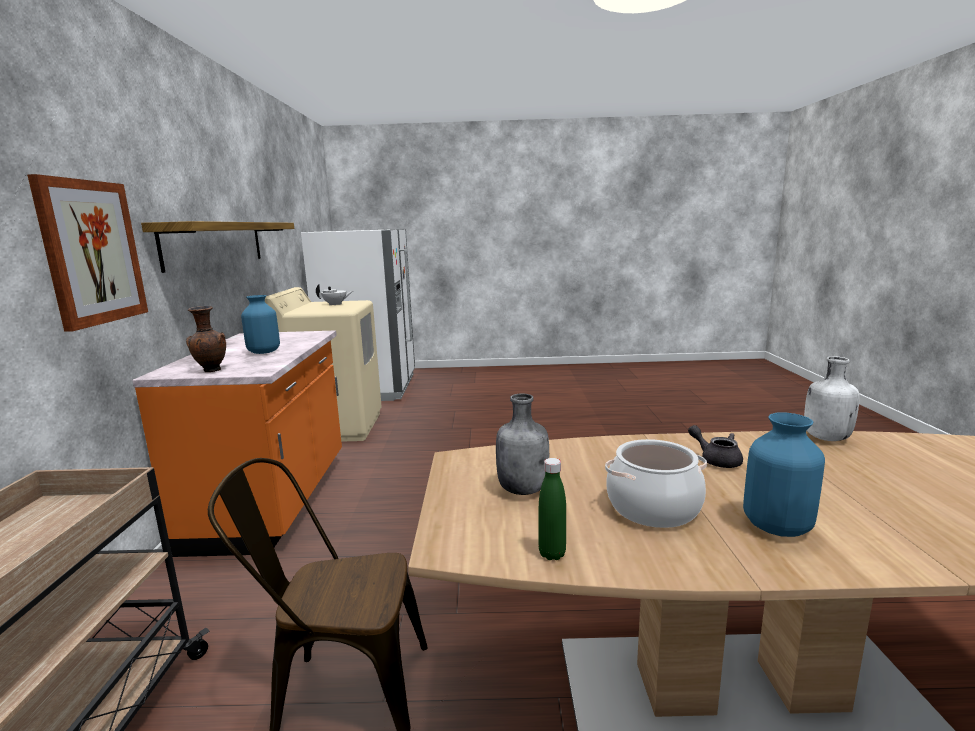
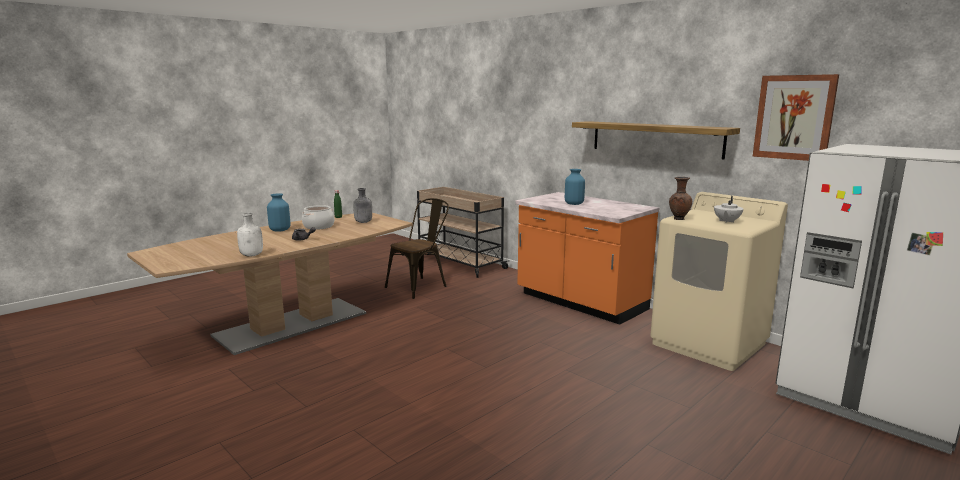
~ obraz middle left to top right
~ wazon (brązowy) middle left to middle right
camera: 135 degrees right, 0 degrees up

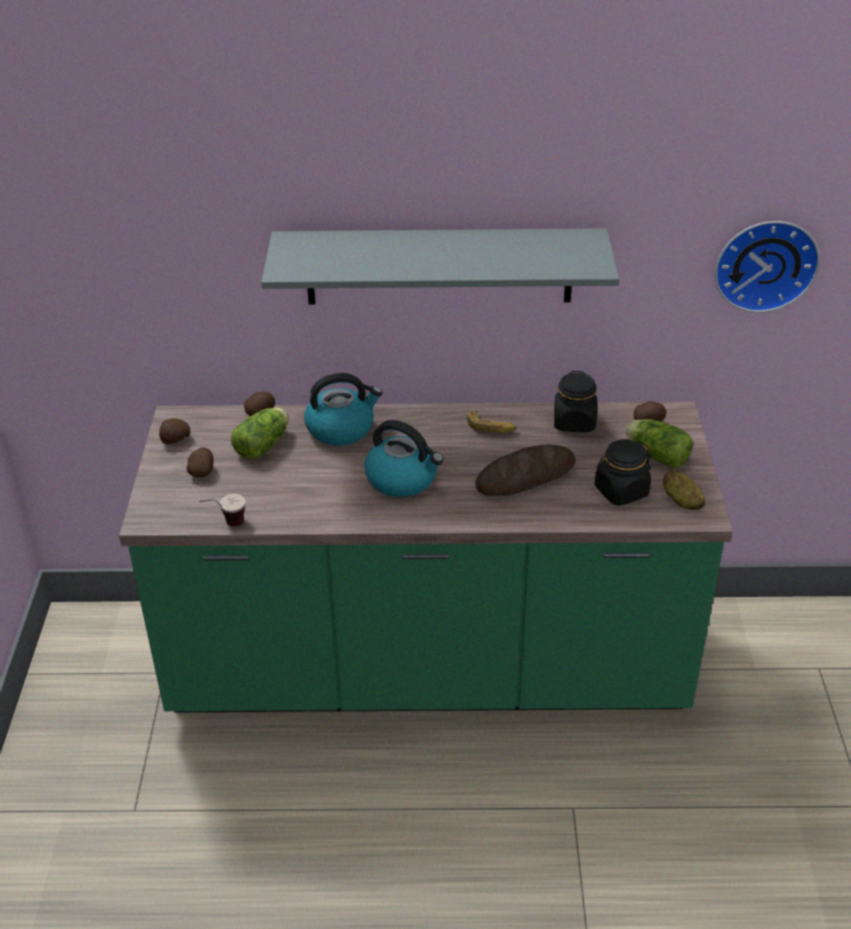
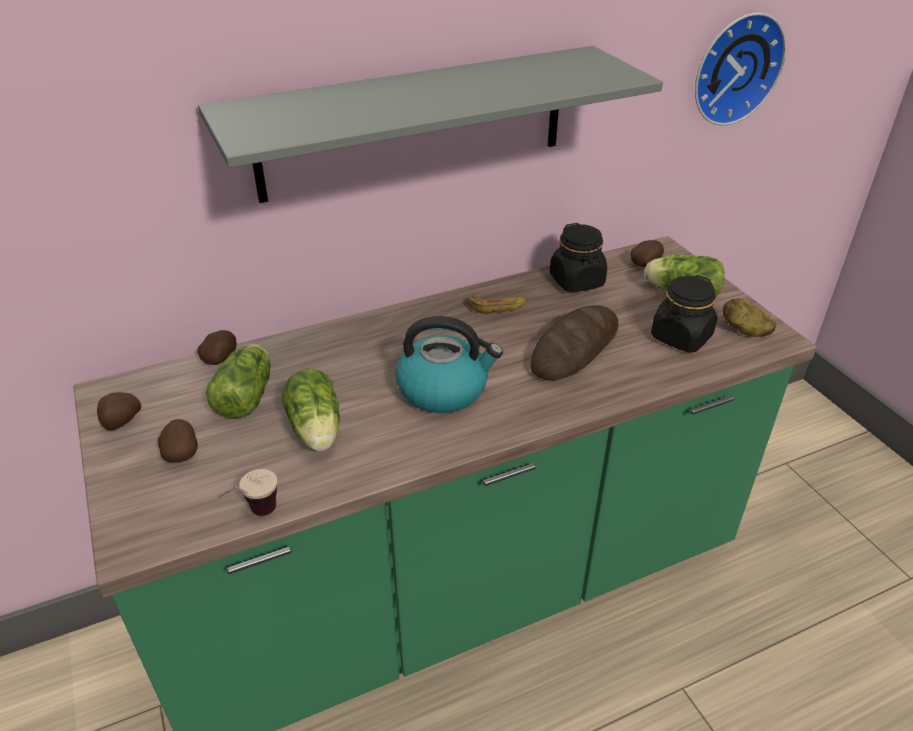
- czajnik (no. 1 from left) centre
+ sałata (no. 2 from left) centre
camera: 25 degrees left, 0 degrees up

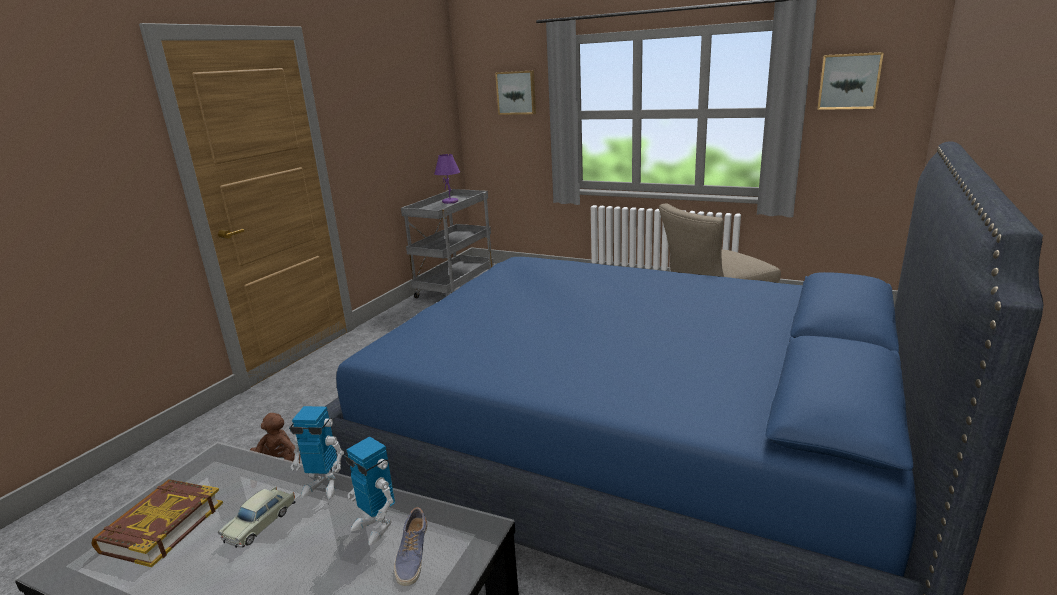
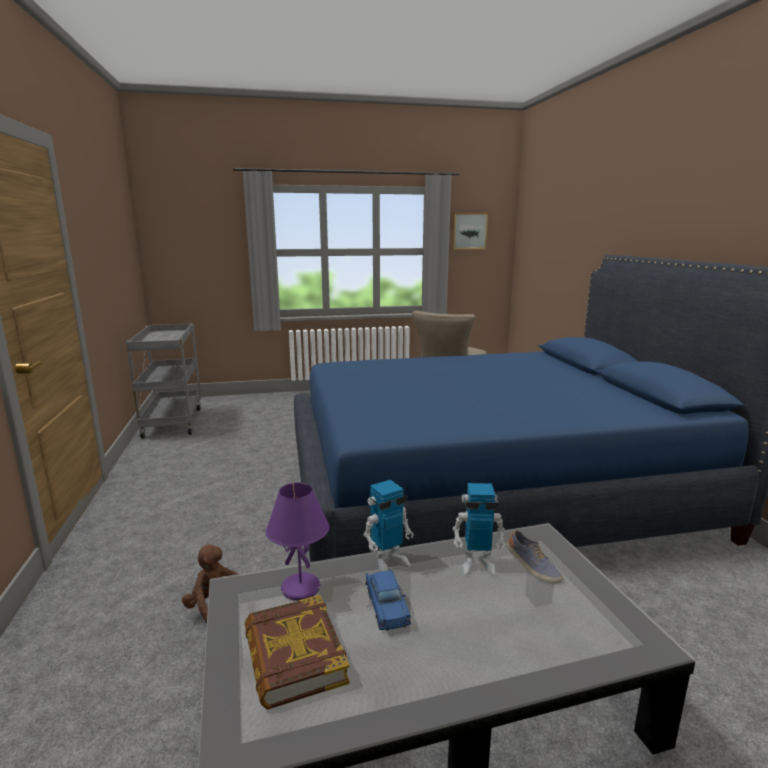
~ samochodzik (beżowy) bottom left to samochodzik (niebieski) bottom centre
~ lampa stołowa (fioletowy) top centre to bottom centre
- obraz (no. 1 from left) top centre
camera: 40 degrees left, 5 degrees down

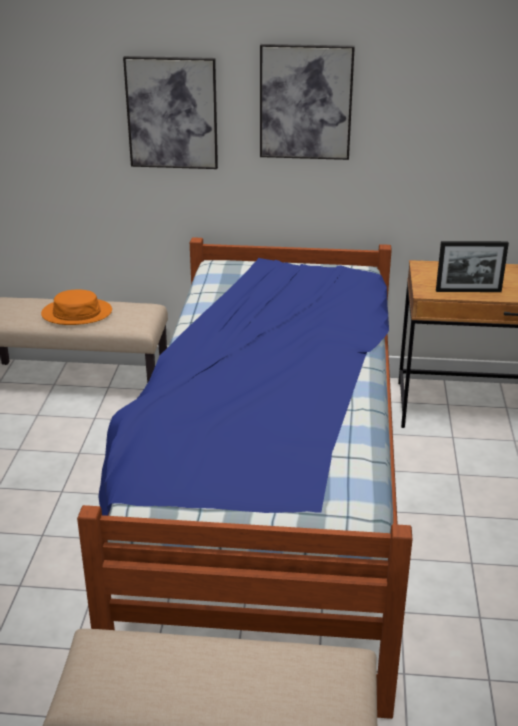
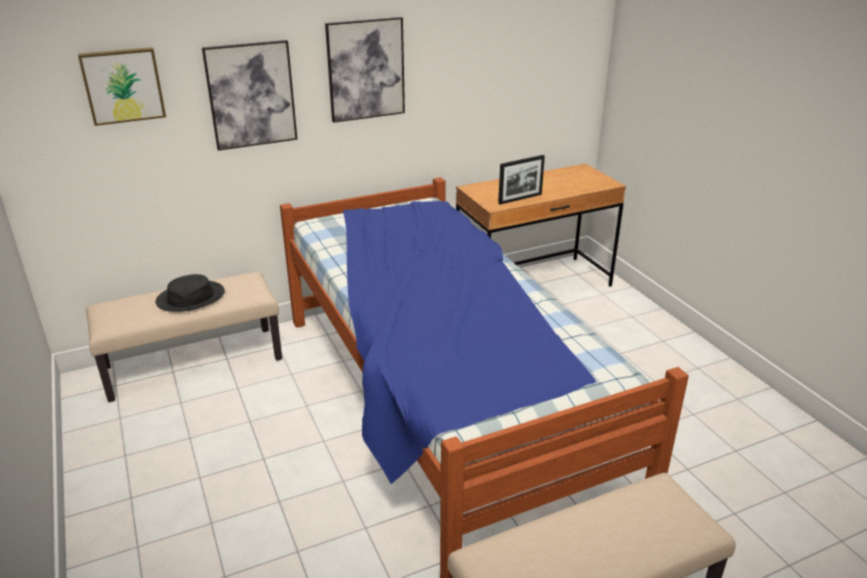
~ kapelusz (pomarańczowy) middle left to kapelusz (czarny) middle left
+ obraz (no. 1 from left) top left
camera: 30 degrees left, 0 degrees up

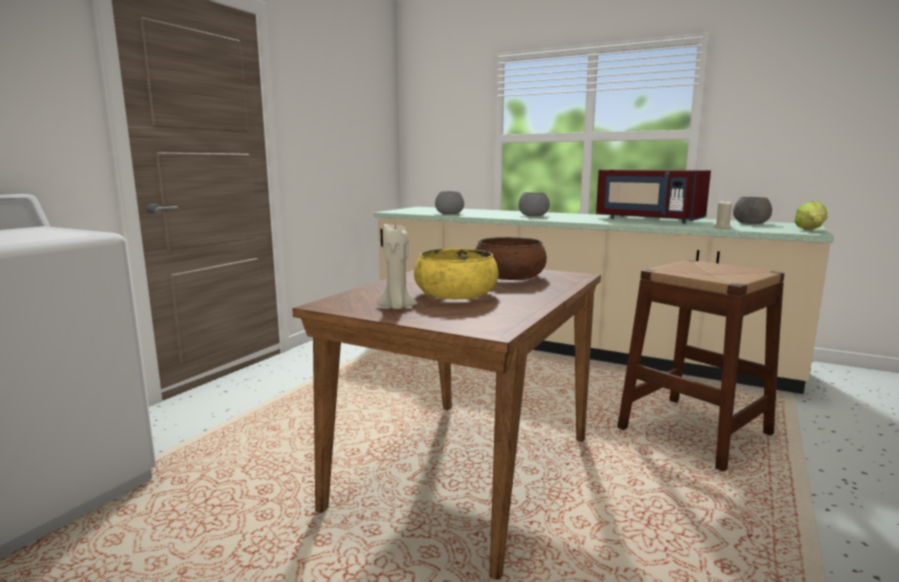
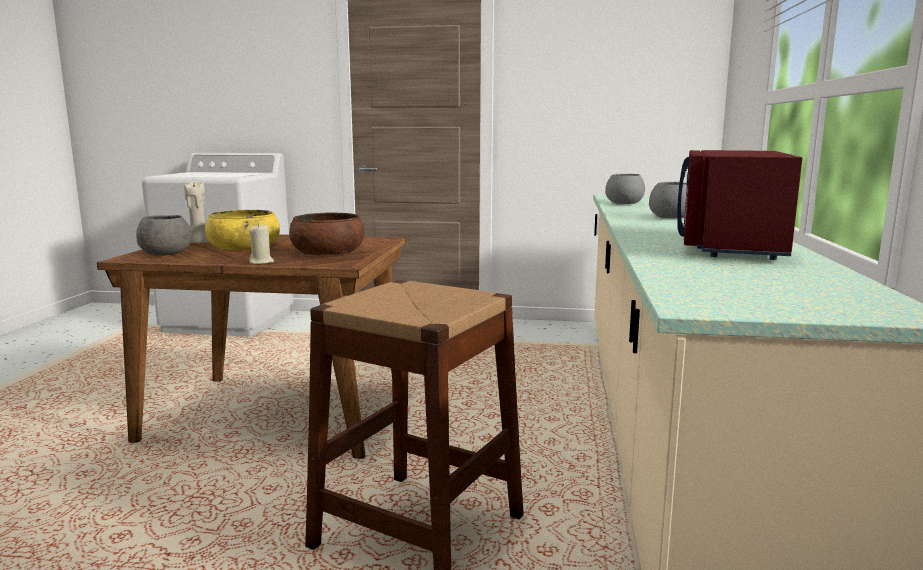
~ świeca (beżowy) (no. 2 from left) middle right to middle left
~ miska (szary) (no. 3 from left in the first image) middle right to miska (szary) (no. 1 from left) middle left
- sałata middle right
camera: 70 degrees right, 0 degrees up

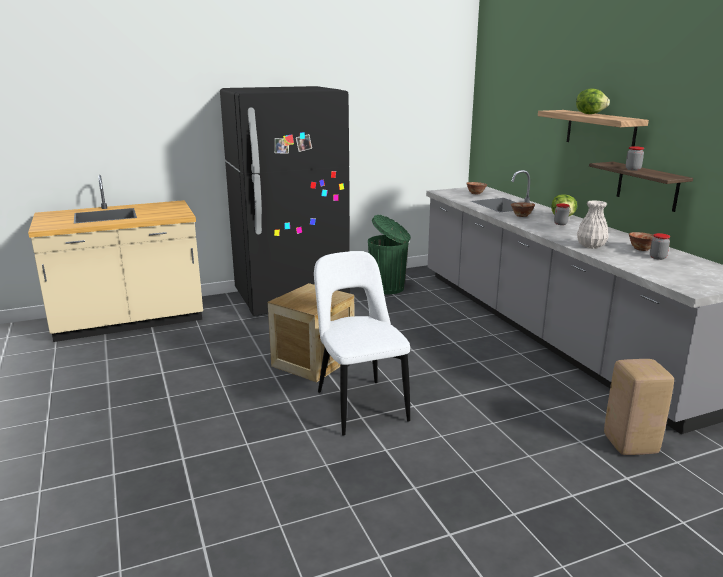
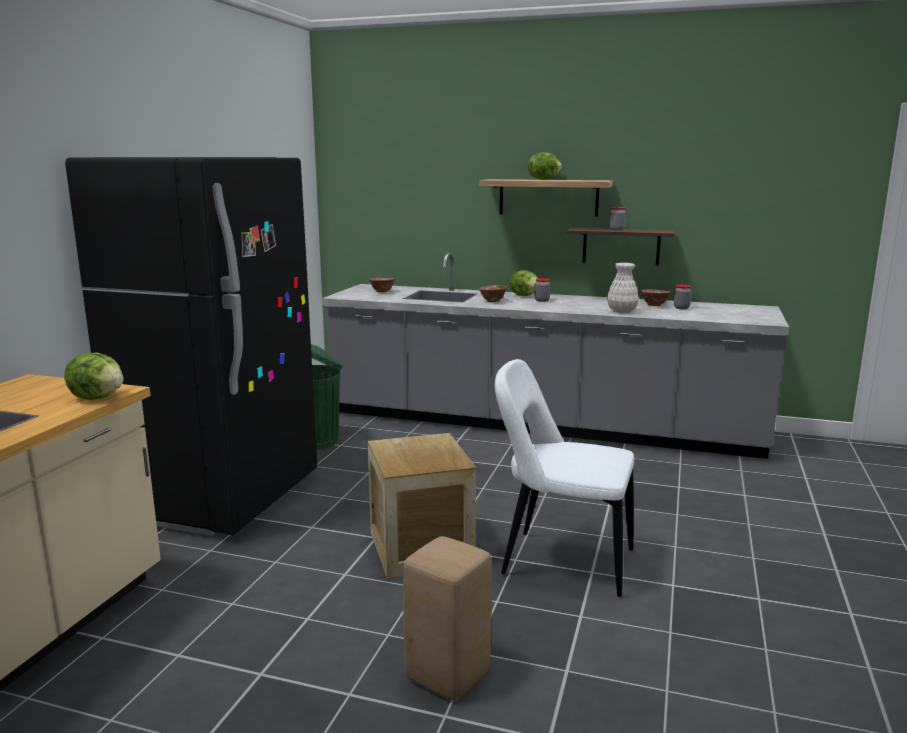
~ stołek (beżowy) bottom right to bottom centre
+ sałata (no. 1 from left) middle left
camera: 50 degrees left, 5 degrees down

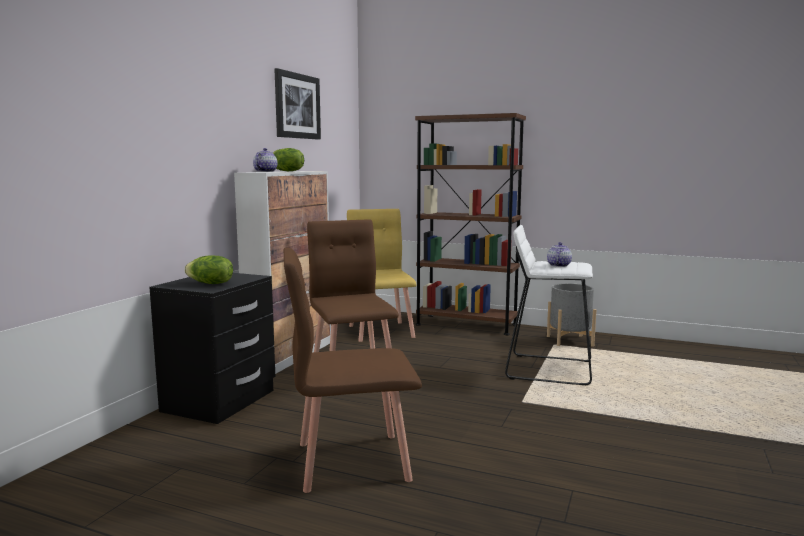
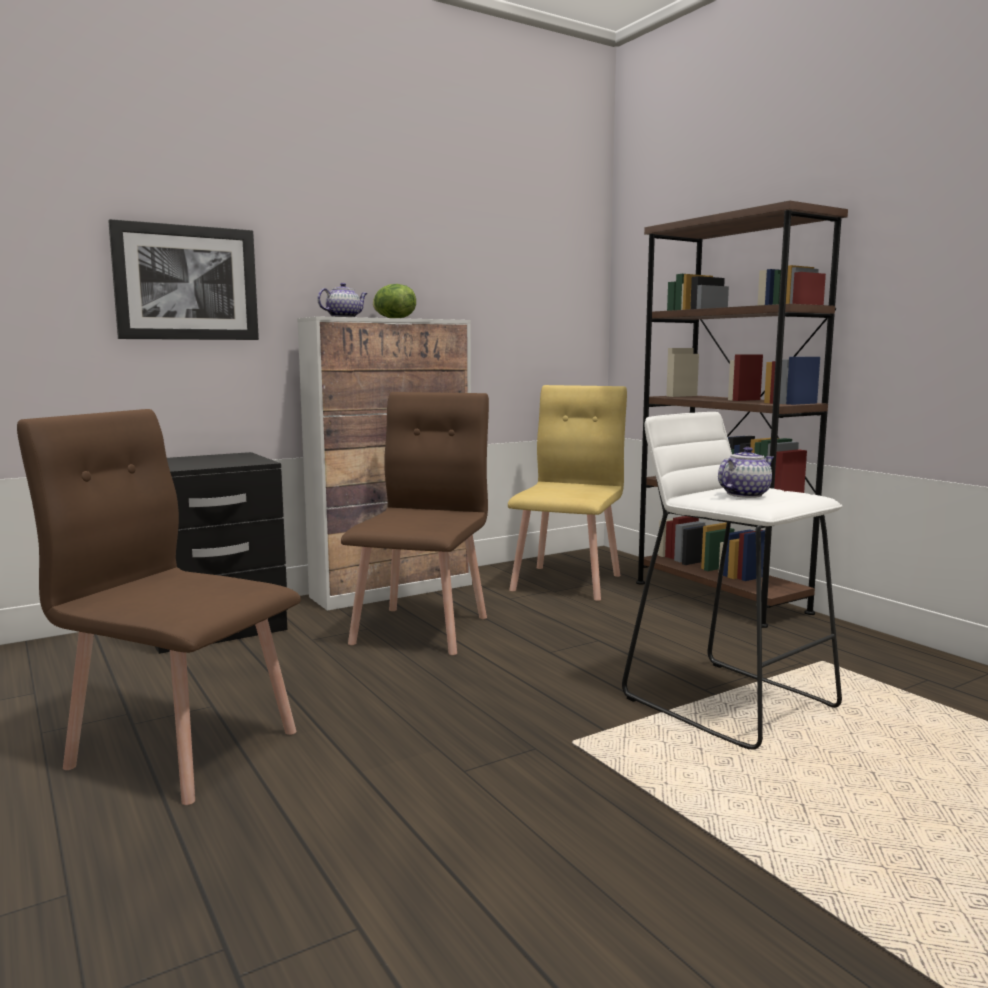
- sałata (no. 1 from left) middle left
~ obraz top centre to top left
- donica (szary) middle right
camera: 35 degrees right, 0 degrees up

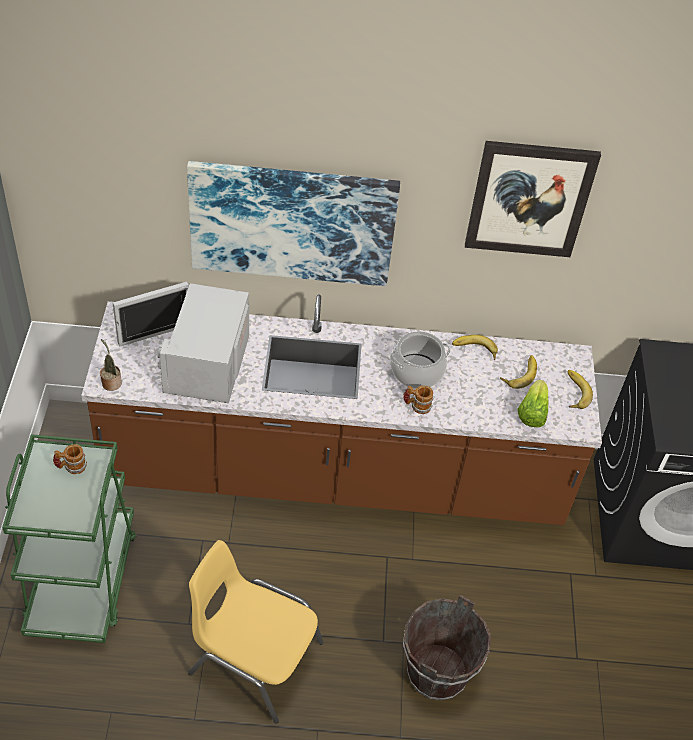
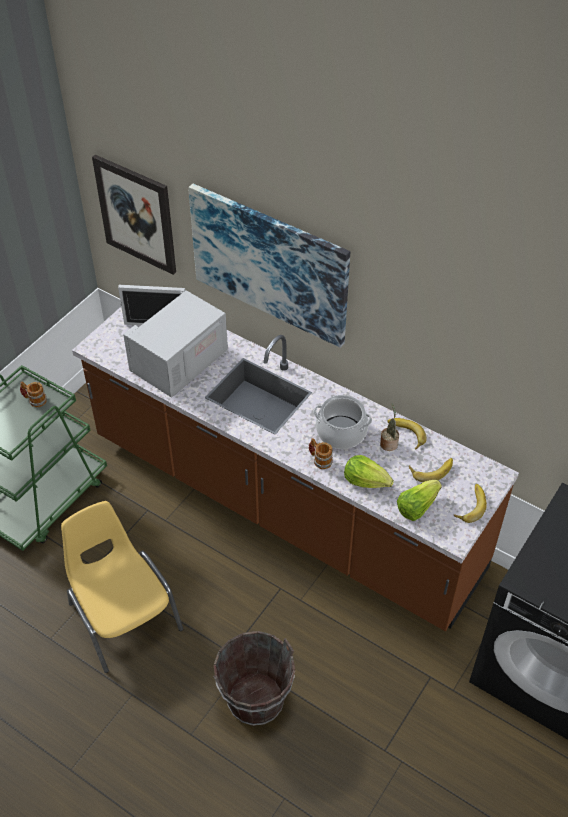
~ roślina doniczkowa middle left to middle right
~ obraz (no. 2 from left in the first image) top right to obraz (no. 1 from left) top left
+ sałata (no. 1 from left) centre
camera: 35 degrees right, 0 degrees up

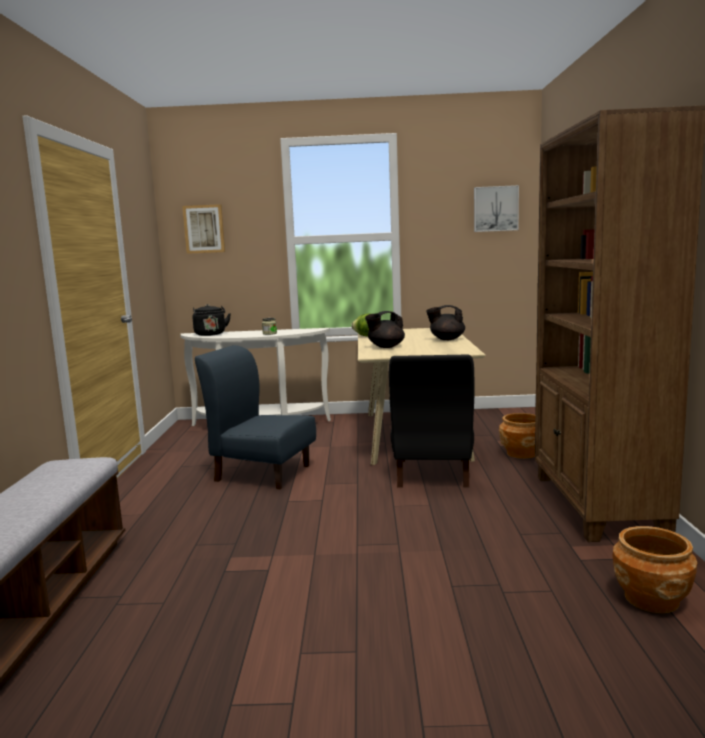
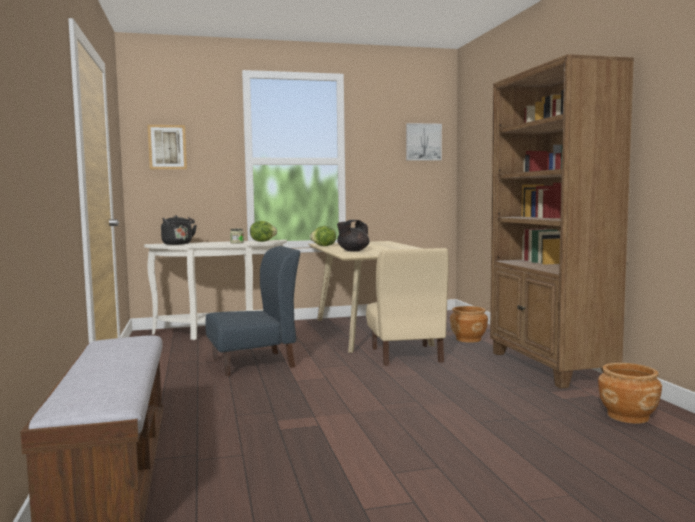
~ krzesło (niebieski) centre = centre 150 degrees clockwise
~ krzesło (czarny) centre to krzesło (beżowy) centre
- imbryk (czarny) (no. 2 from left) centre
+ sałata (no. 1 from left) centre
camera: 15 degrees left, 5 degrees down

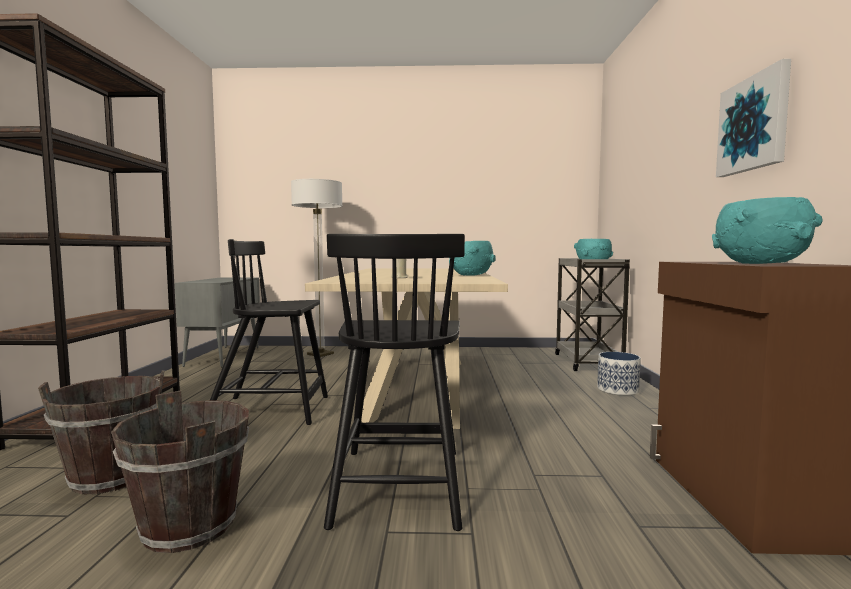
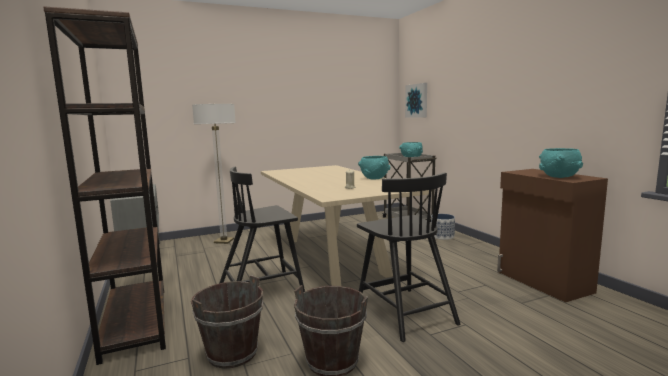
~ obraz top right to top centre
camera: 25 degrees left, 5 degrees up

